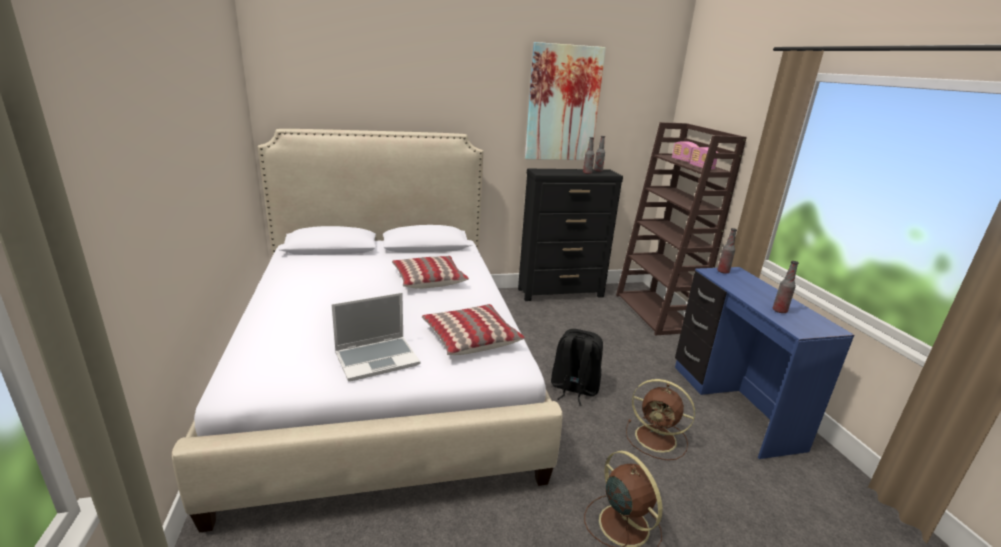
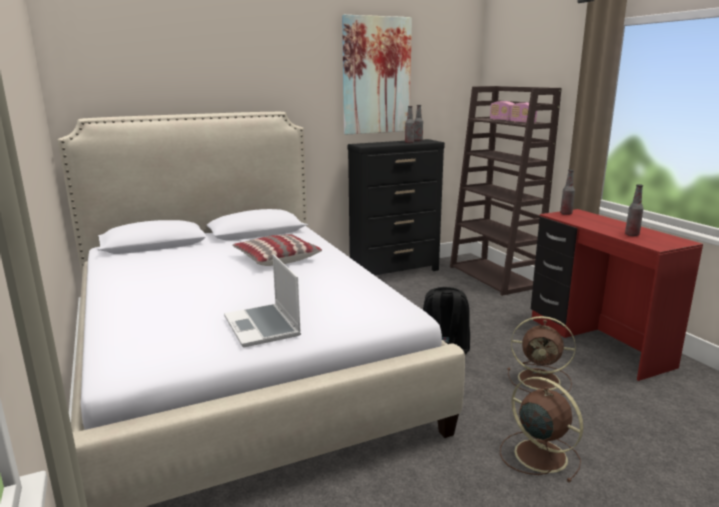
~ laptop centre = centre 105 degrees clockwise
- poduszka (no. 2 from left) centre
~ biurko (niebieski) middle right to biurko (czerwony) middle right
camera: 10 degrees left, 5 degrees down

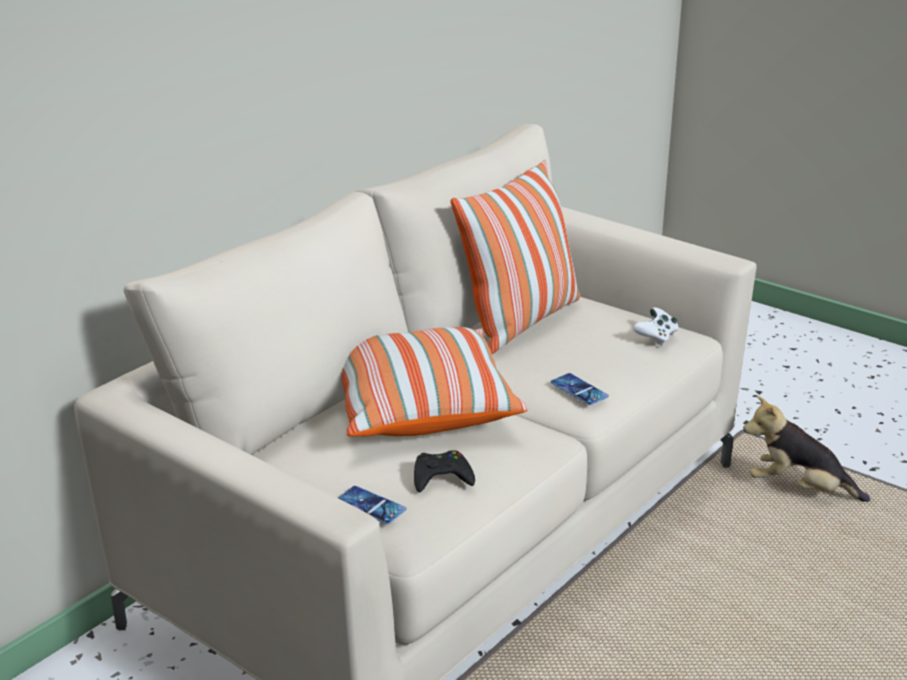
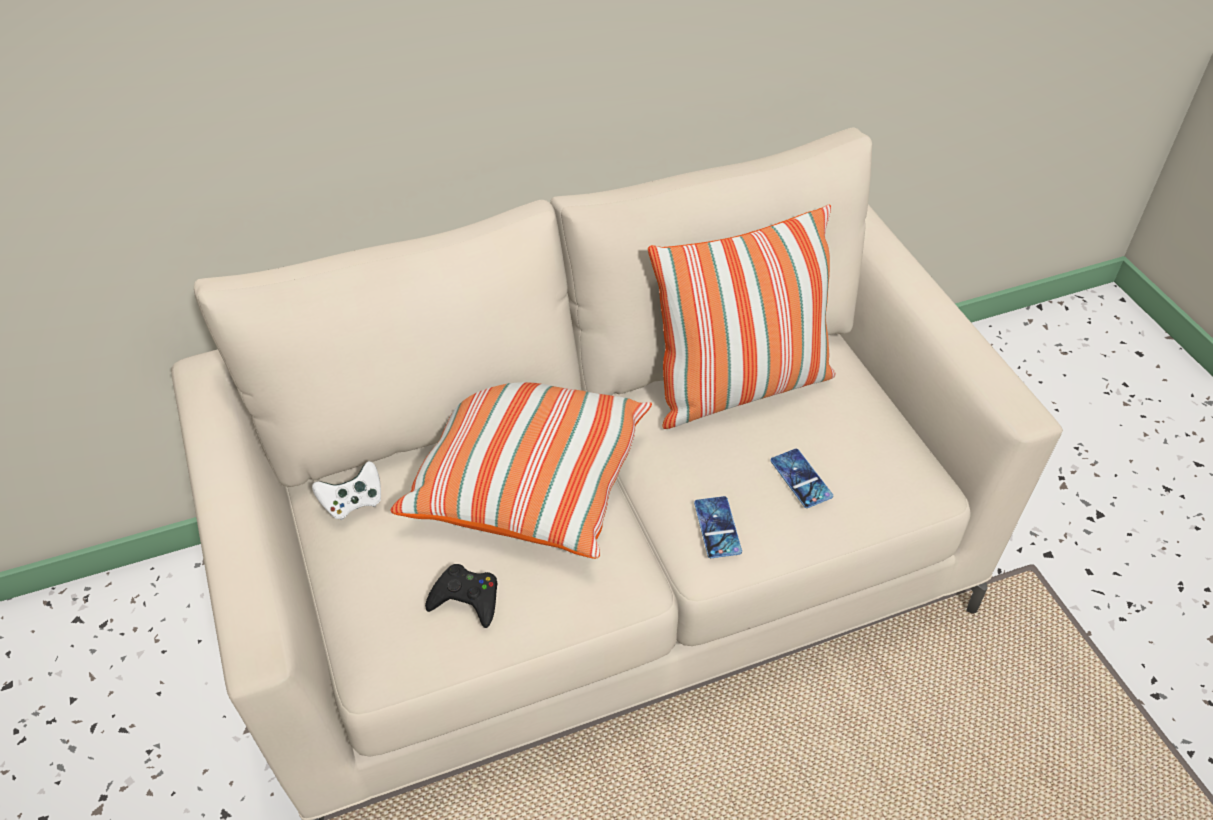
~ telefon (no. 1 from left in the first image) bottom centre to telefon (no. 2 from left) centre
~ pad do gier (biały) middle right to middle left
- pluszak middle right
camera: 30 degrees right, 20 degrees up

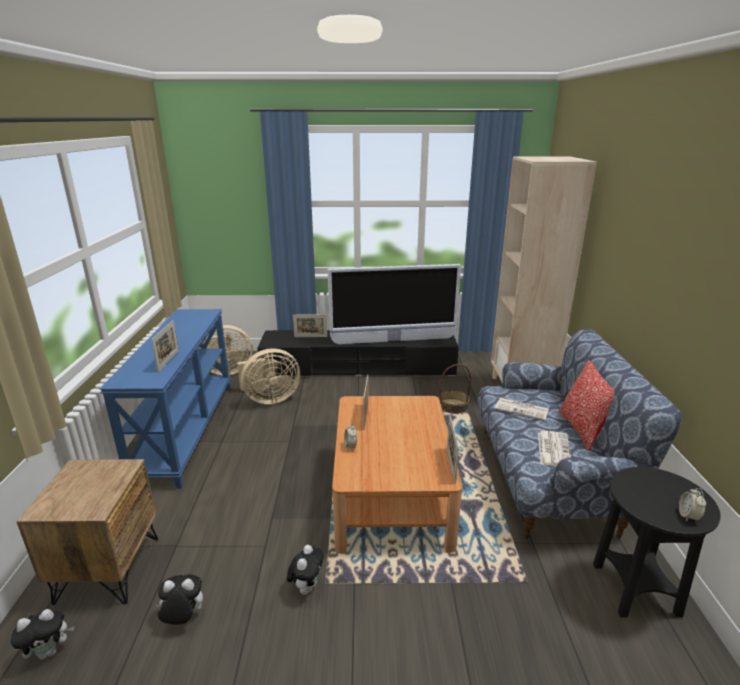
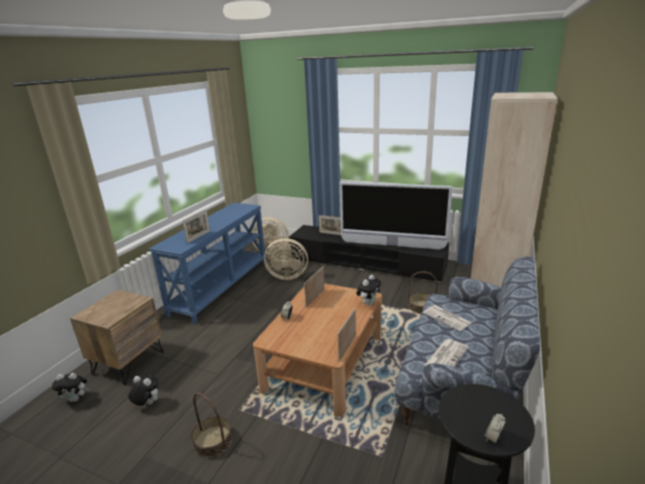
~ pluszak (no. 3 from left) bottom centre to centre
- poduszka middle right
+ koszyk (no. 1 from left) bottom left
camera: 25 degrees right, 0 degrees up

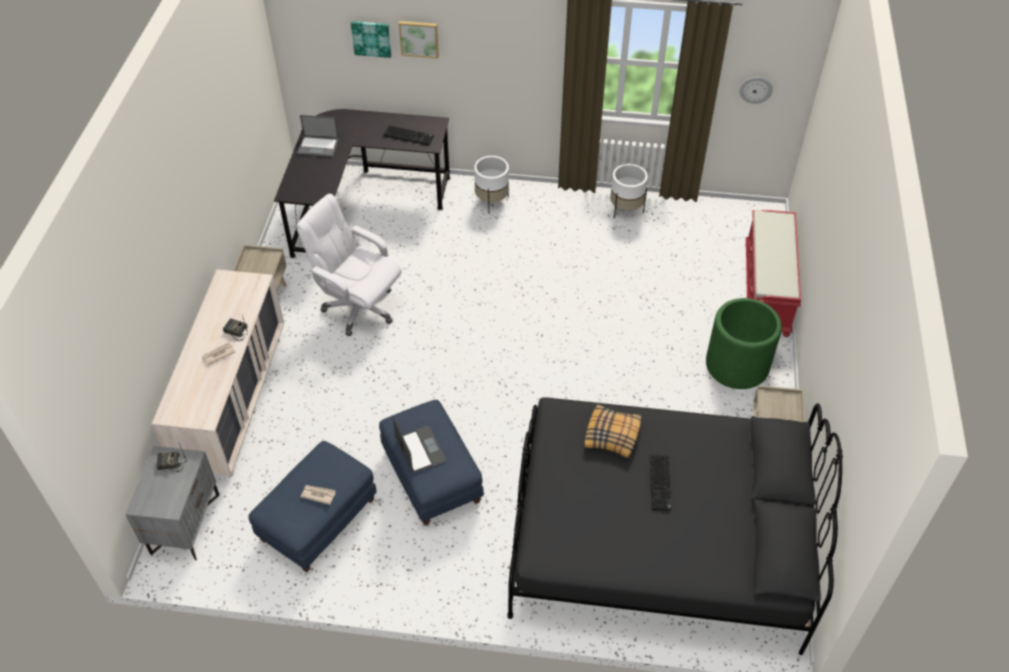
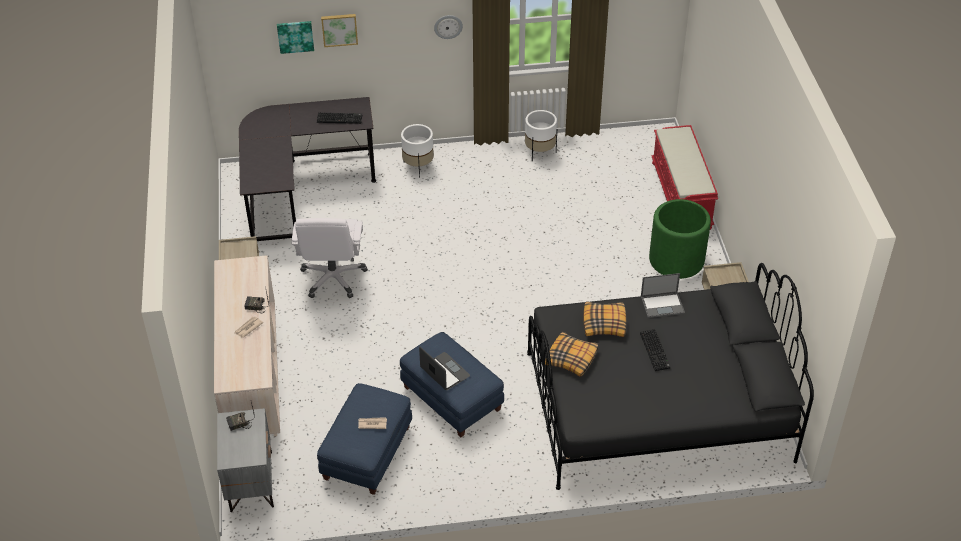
~ krzesło biurowe (biały) centre = centre 105 degrees counterclockwise
~ laptop (no. 1 from left in the first image) top left to laptop (no. 2 from left) middle right
~ zegar ścienny top right to top centre
+ poduszka (no. 1 from left) centre
camera: 15 degrees left, 5 degrees down

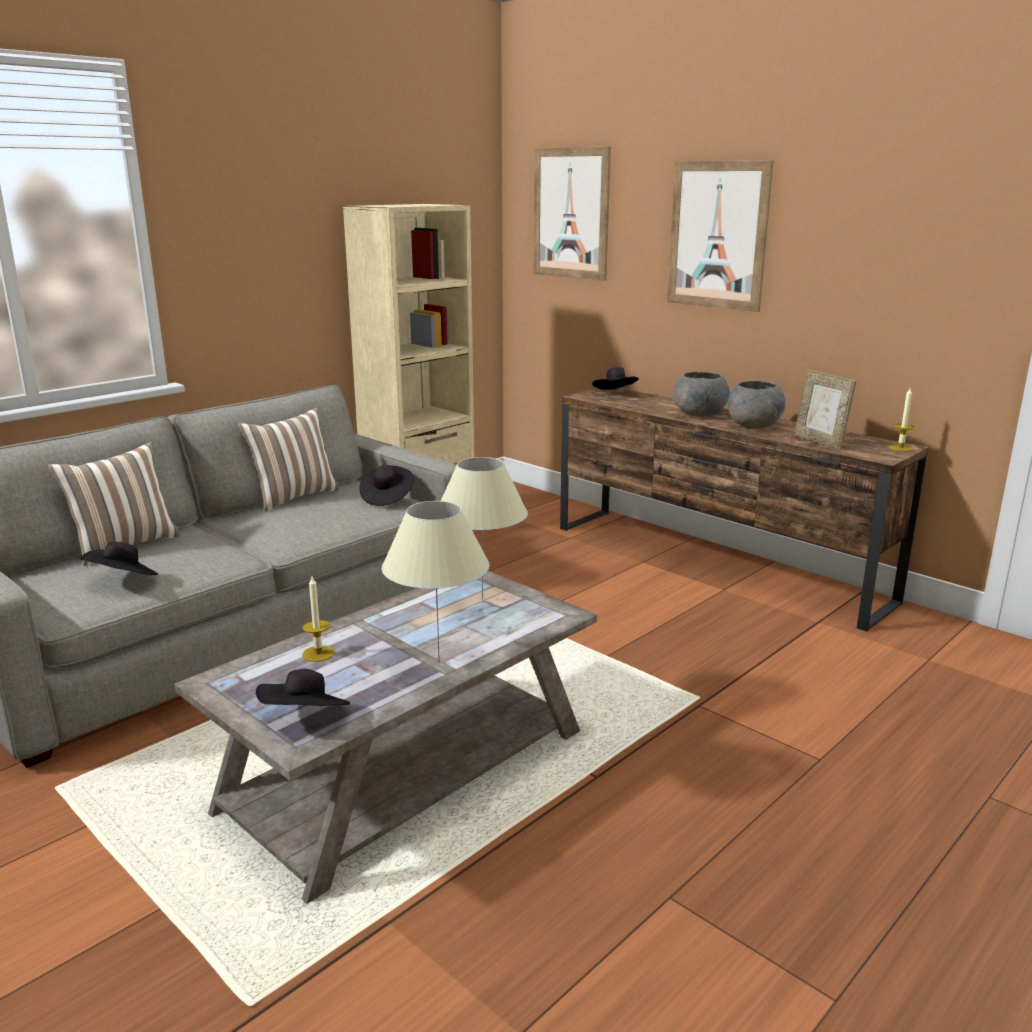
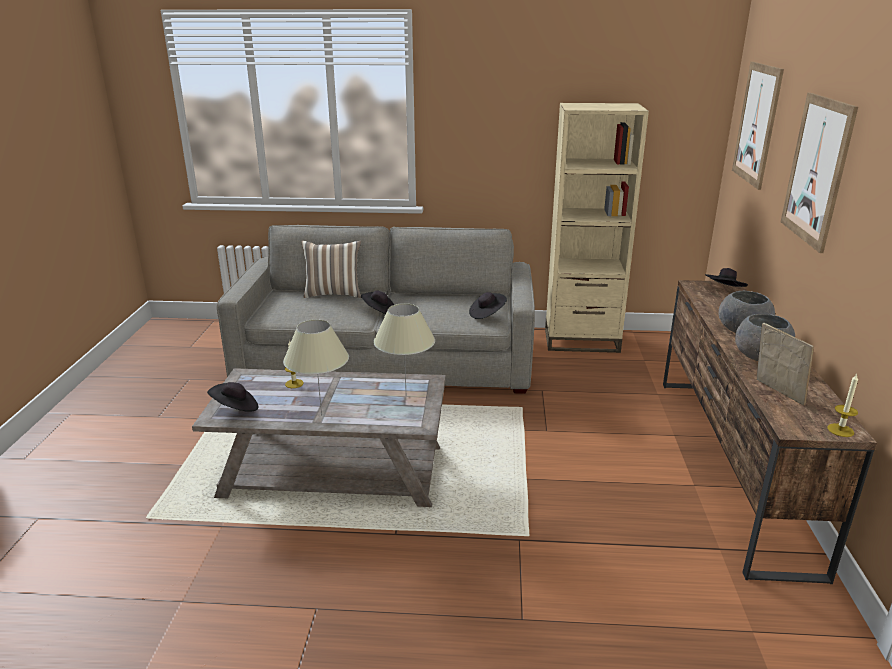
~ kapelusz (czarny) (no. 1 from left in the first image) middle left to kapelusz (czarny) (no. 2 from left) centre
- poduszka (no. 2 from left) middle left
~ ramka na zdjęcie middle right = middle right 135 degrees clockwise
camera: 50 degrees right, 5 degrees up

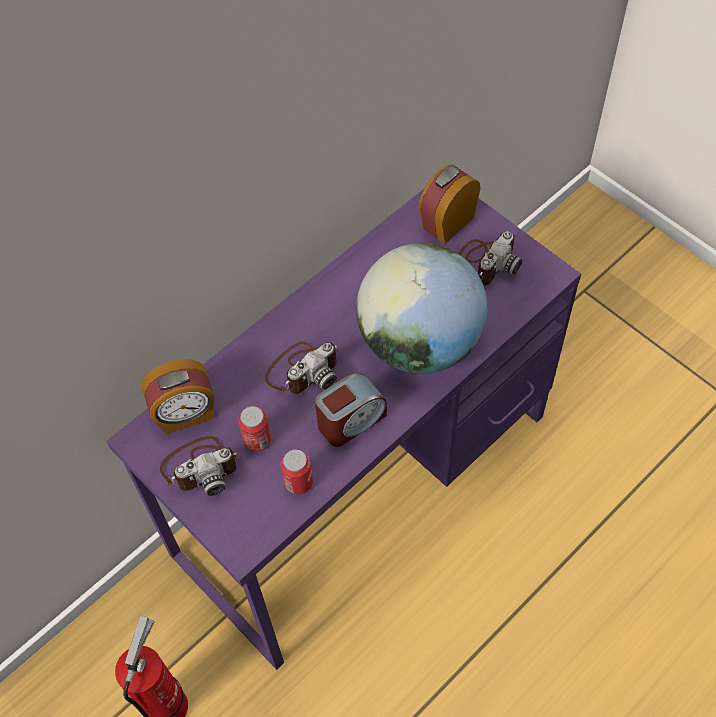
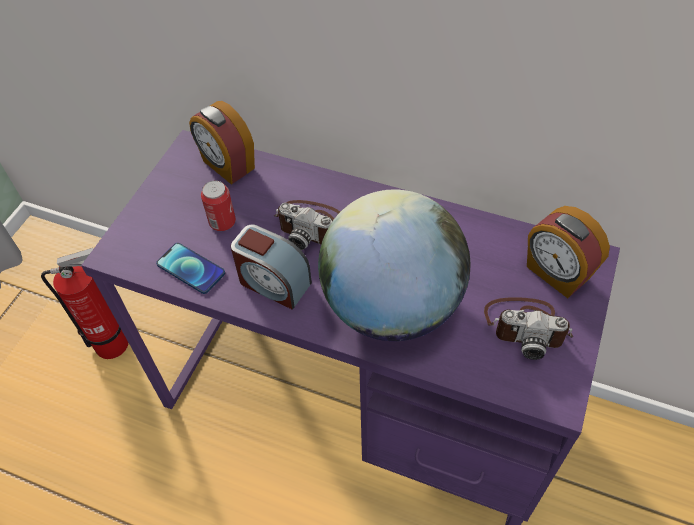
- aparat fotograficzny (no. 1 from left) middle left
~ puszka (no. 2 from left) centre to telefon middle left
~ budzik (no. 3 from left) top centre = middle right 150 degrees counterclockwise
camera: 65 degrees right, 5 degrees down

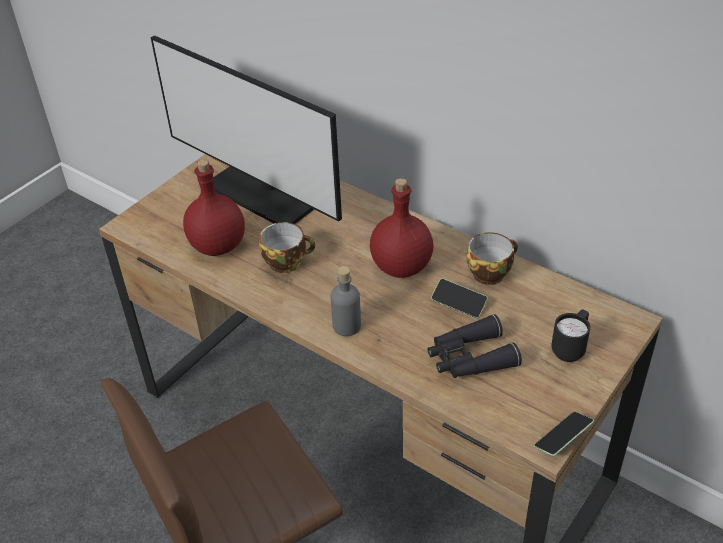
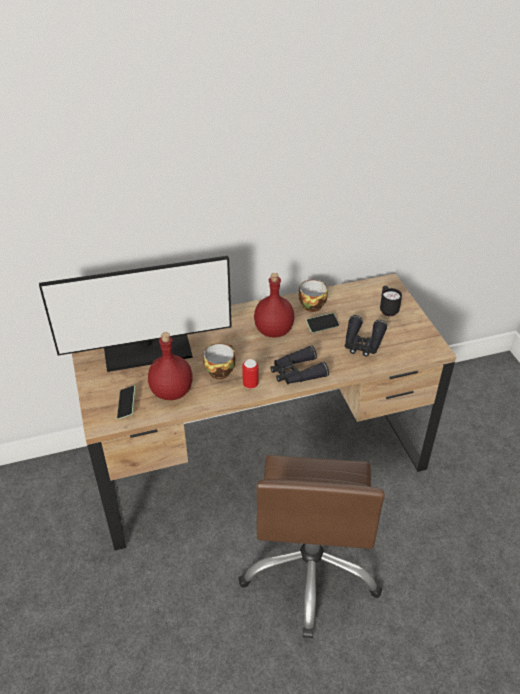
~ butelka (szary) centre to lornetka (czarny) (no. 1 from left) centre
~ telefon (no. 2 from left in the first image) bottom right to telefon (no. 1 from left) middle left
+ puszka centre
camera: 55 degrees left, 0 degrees up

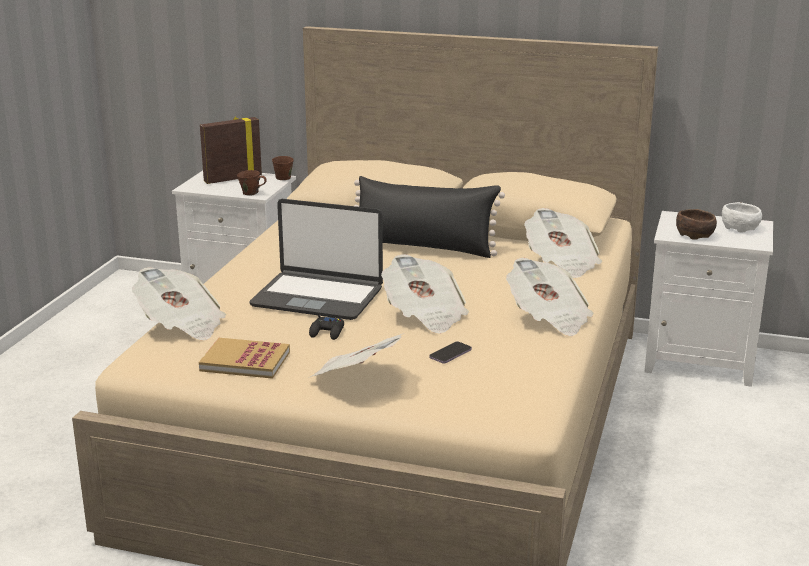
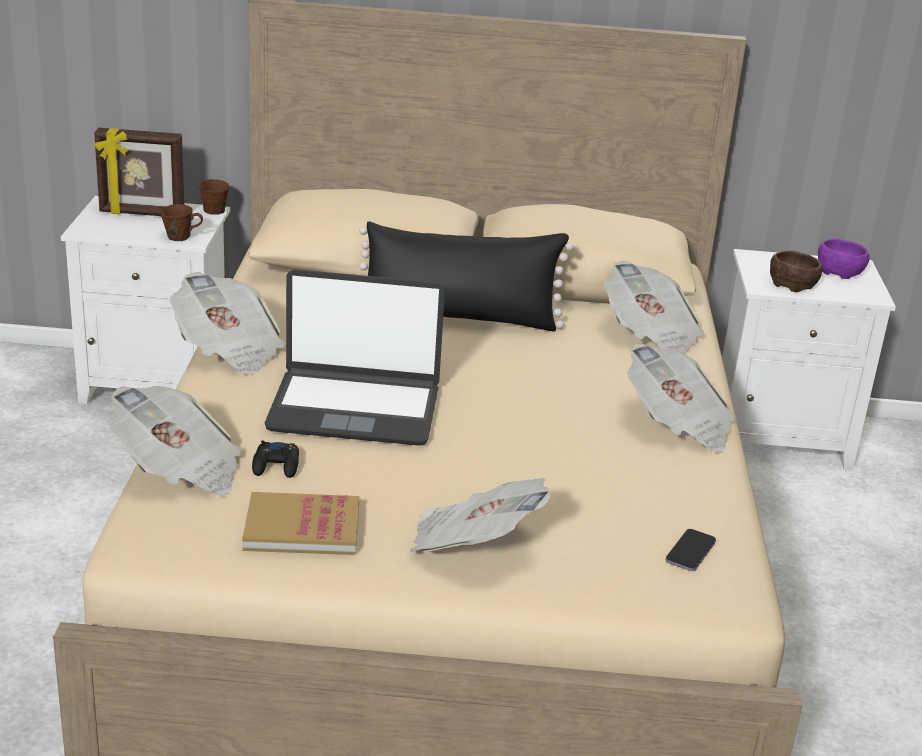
~ ramka na zdjęcie top left = top left 135 degrees counterclockwise
~ pad do gier (czarny) centre to middle left
~ gazeta (no. 3 from left in the first image) centre to gazeta (no. 2 from left) middle left
~ telefon centre to bottom right
~ miska (biały) middle right to miska (fioletowy) middle right
camera: 15 degrees left, 5 degrees up

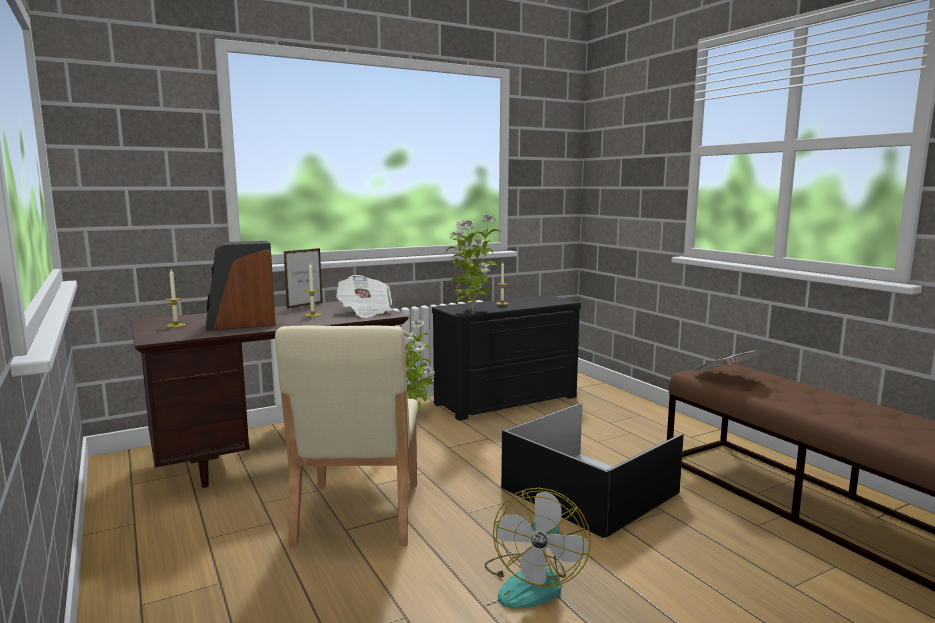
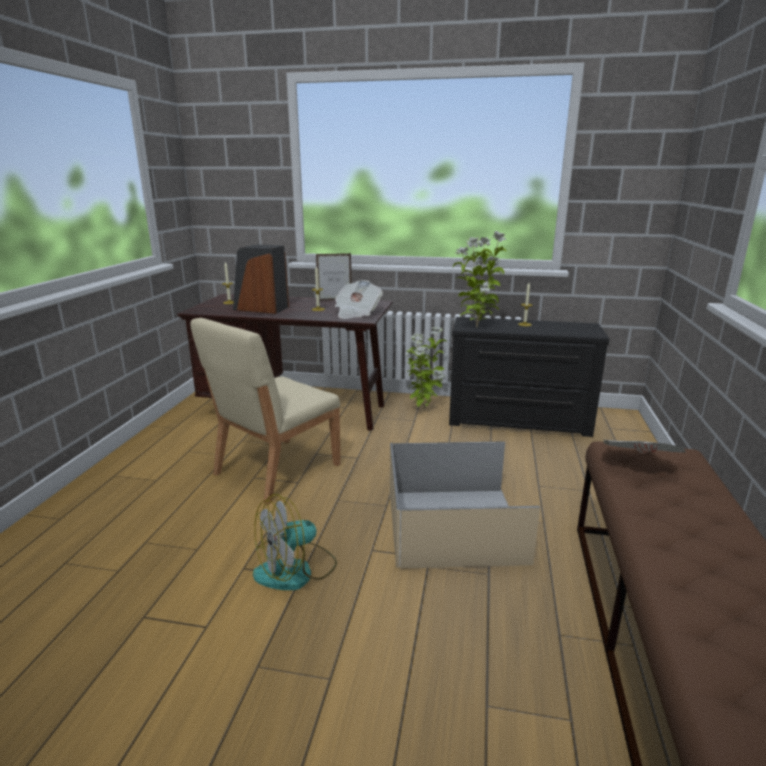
~ pojemnik do przechowywania (czarny) bottom centre to pojemnik do przechowywania (beżowy) centre
camera: 40 degrees right, 10 degrees up

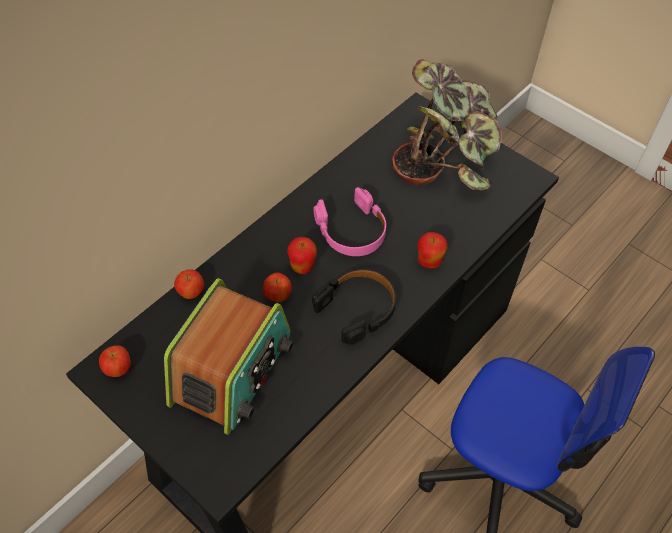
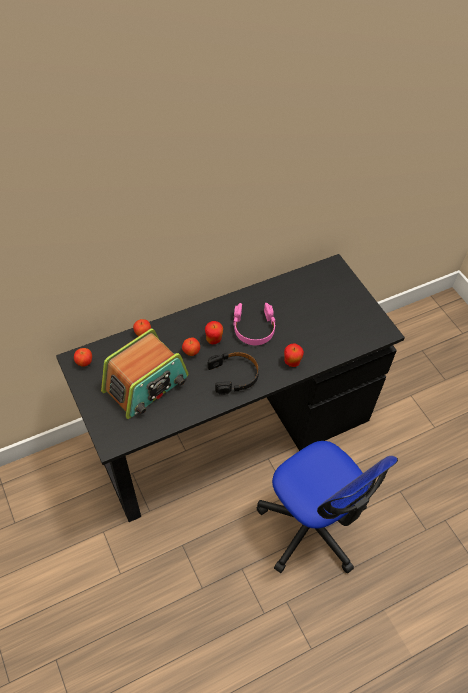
- roślina doniczkowa top centre
camera: 20 degrees right, 0 degrees up

